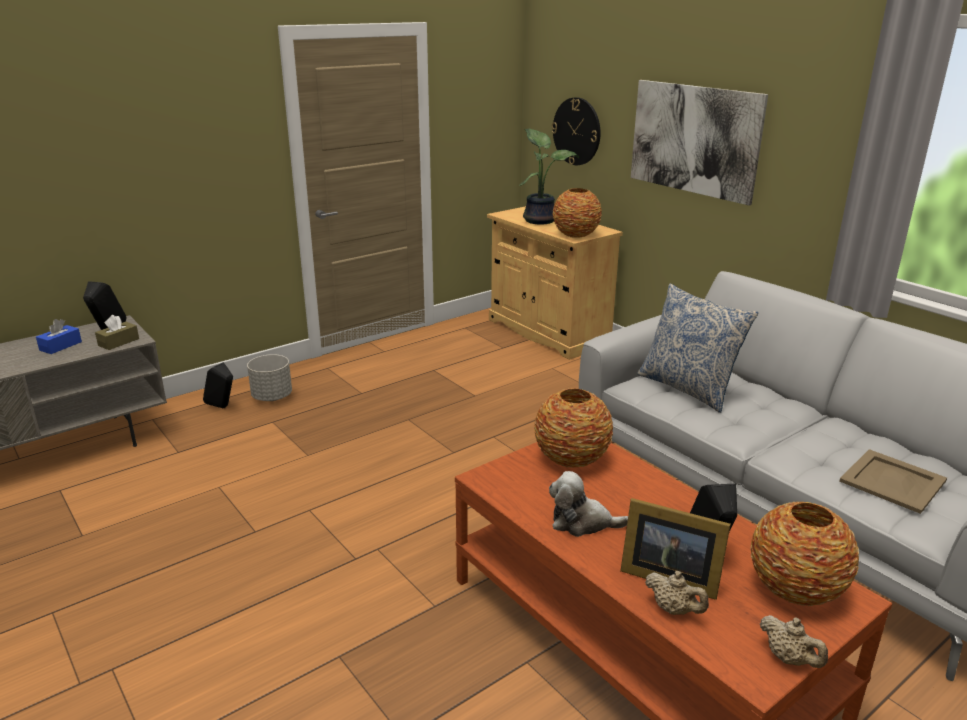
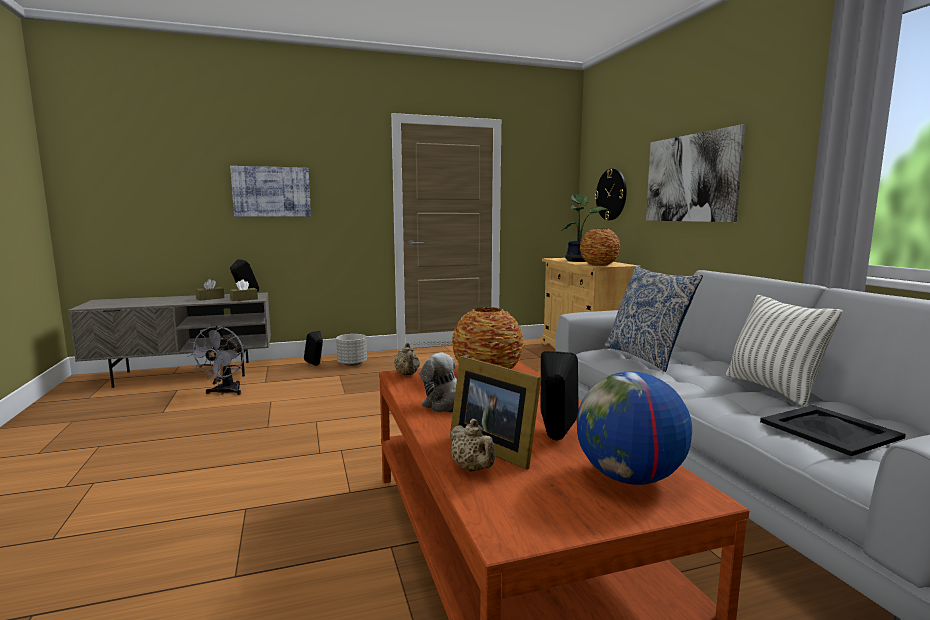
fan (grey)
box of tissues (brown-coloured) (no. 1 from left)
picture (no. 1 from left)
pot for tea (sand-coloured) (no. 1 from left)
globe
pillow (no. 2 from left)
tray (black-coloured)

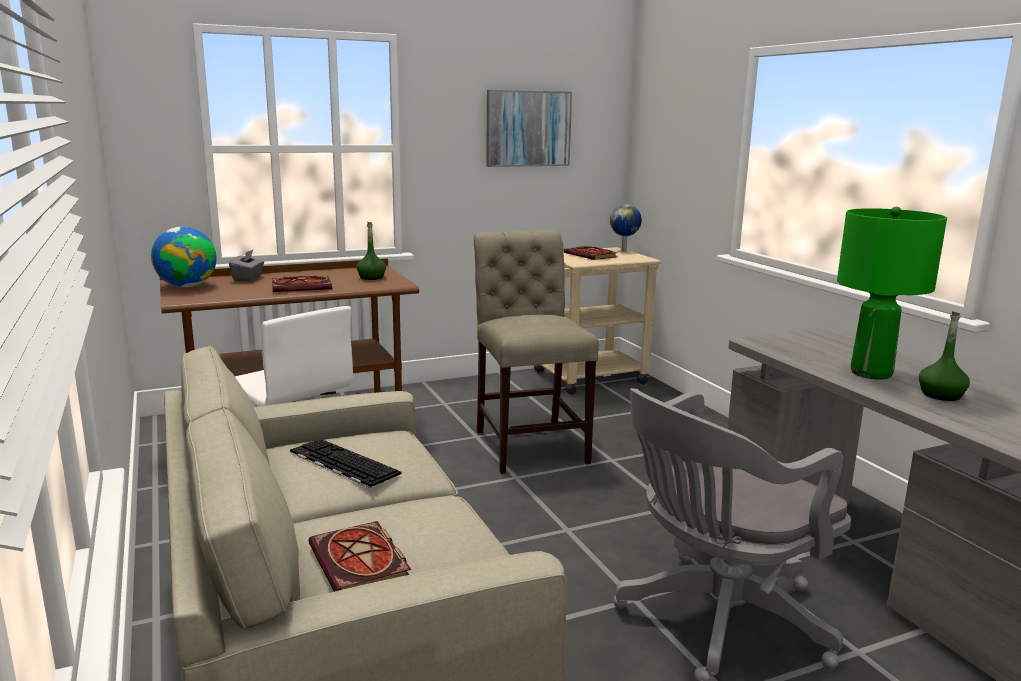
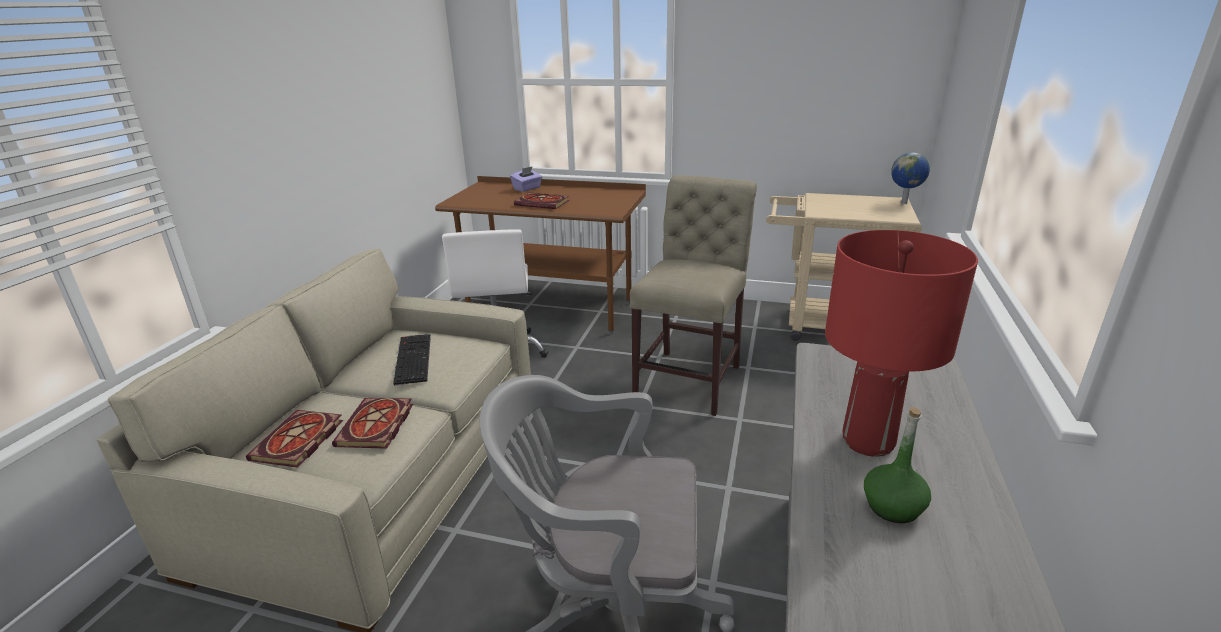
book (no. 2 from left)
box of tissues (purple-coloured)
table lamp (reddish)
globe (no. 1 from left in the first image)
drink bottle (green) (no. 1 from left in the first image)
picture

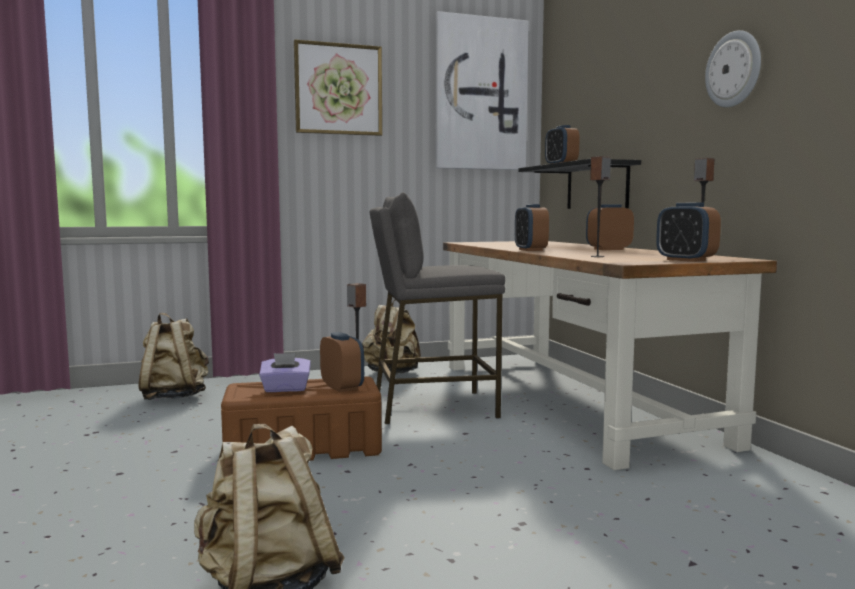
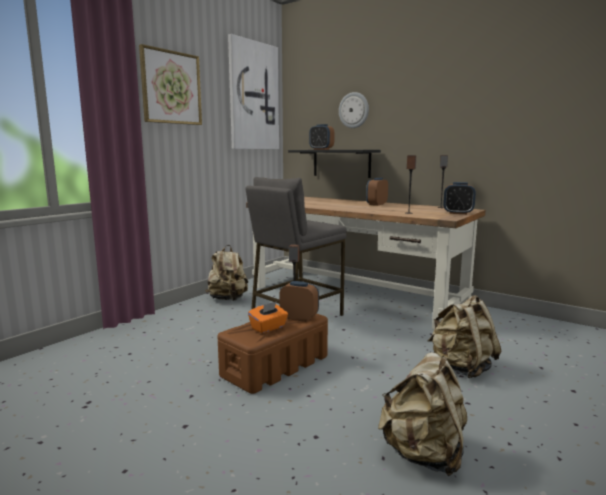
box of tissues (orange)
hanging clock
backpack (sand-coloured) (no. 3 from left)
bedside clock (no. 2 from left in the first image)

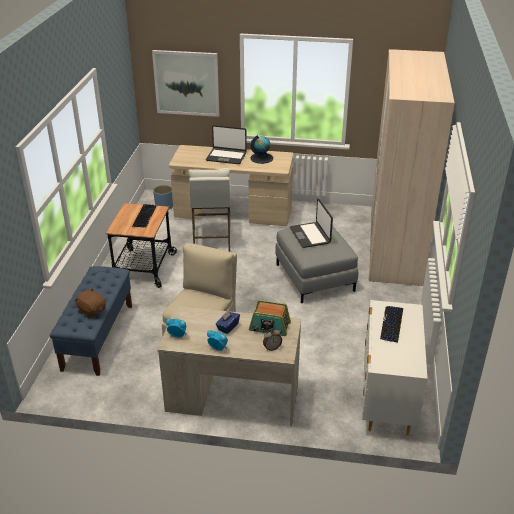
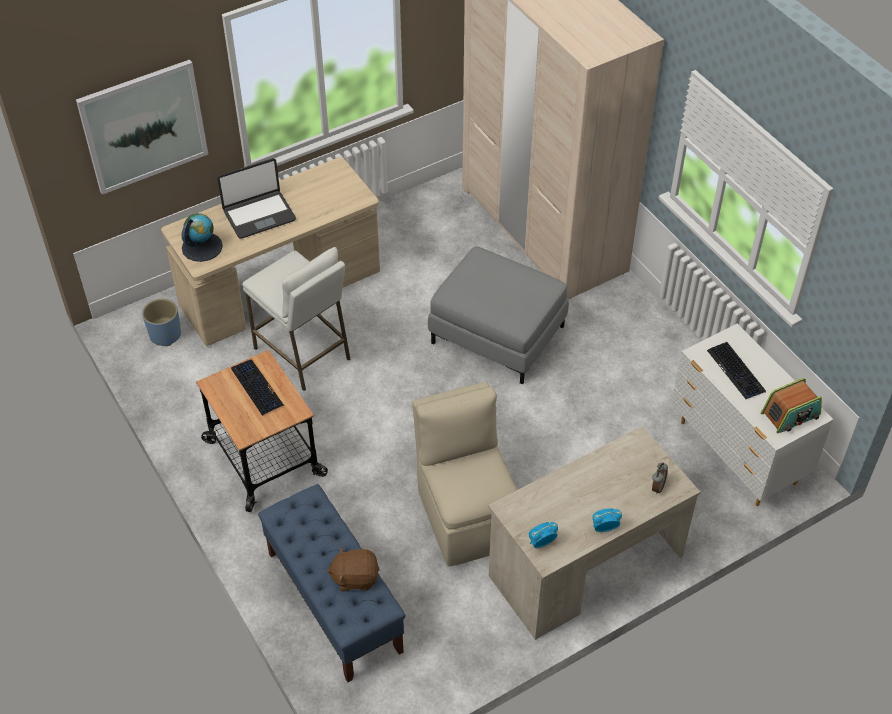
globe
radio
box of tissues (blue)
laptop (no. 2 from left in the first image)

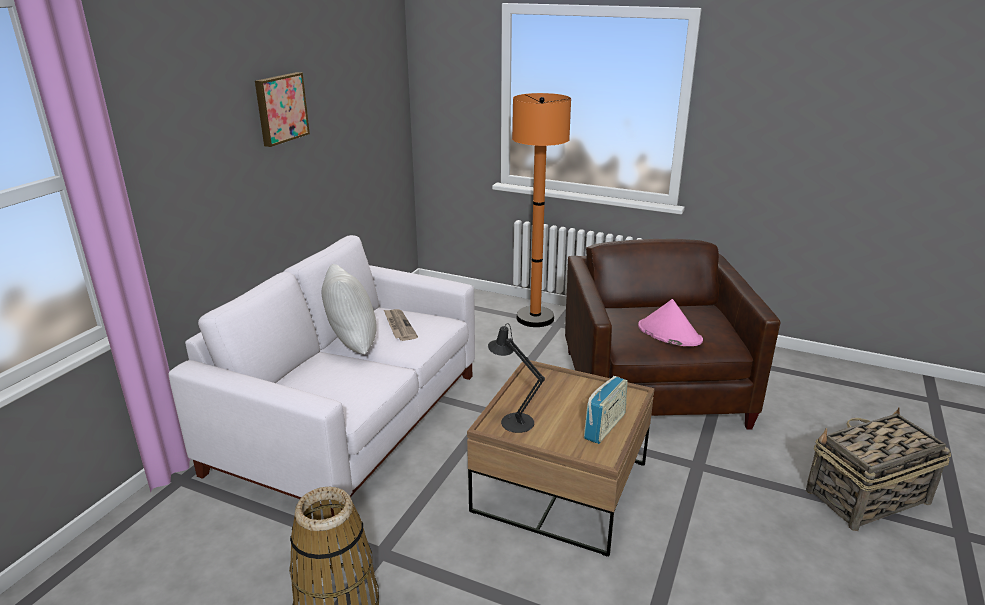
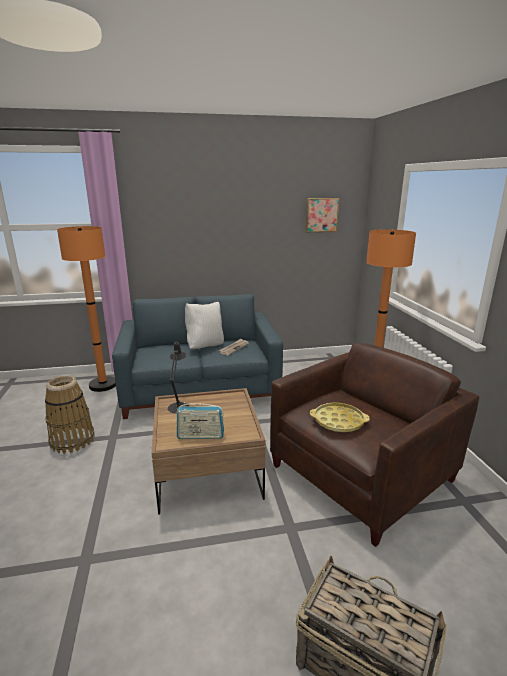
floor lamp (orange) (no. 1 from left)
sofa (blue)
picture
tray (yellow)

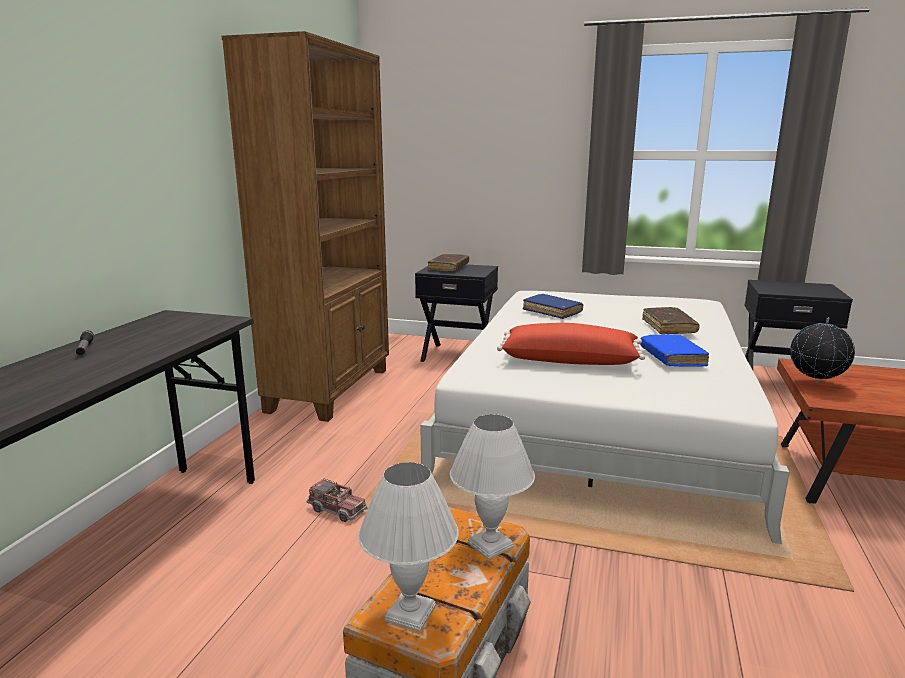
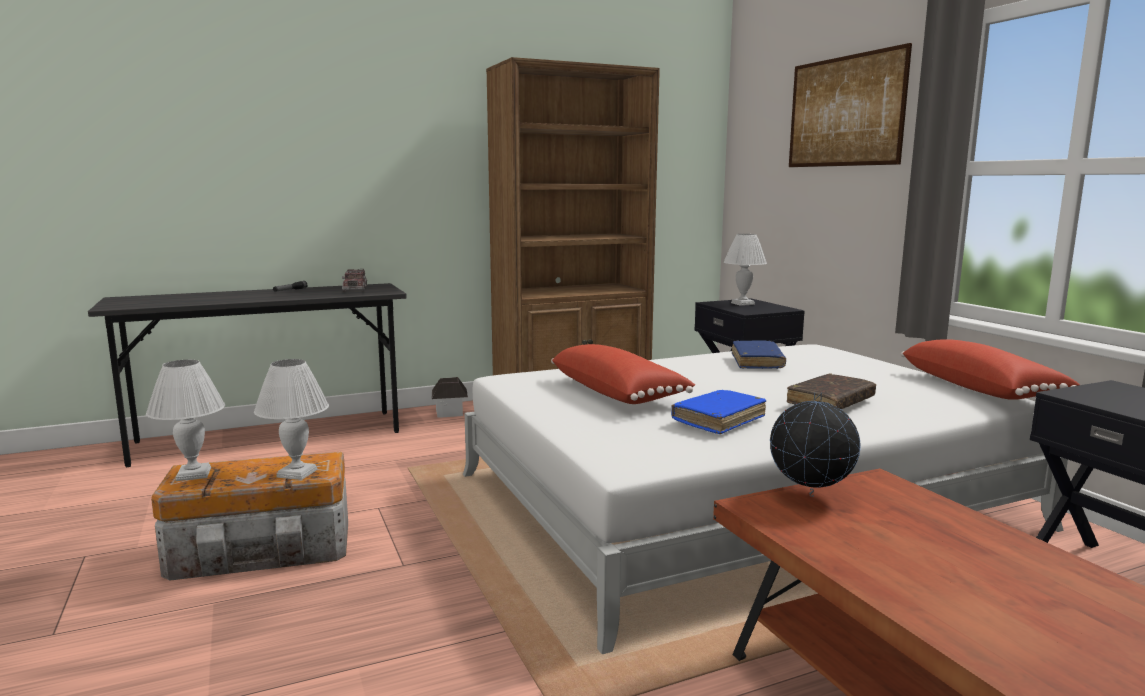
toy lorry
toy house
table lamp (whitish) (no. 3 from left)
picture
pillow (reddish) (no. 2 from left)

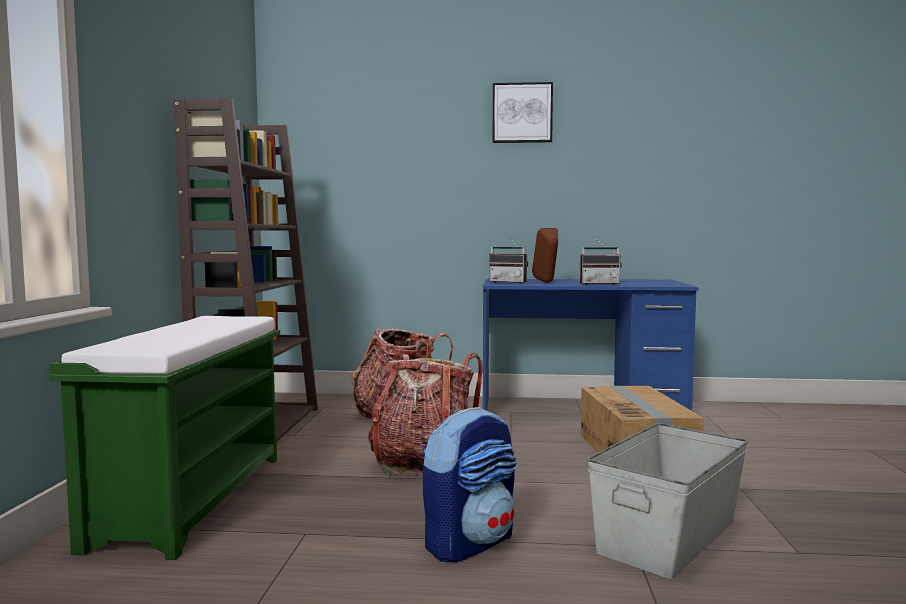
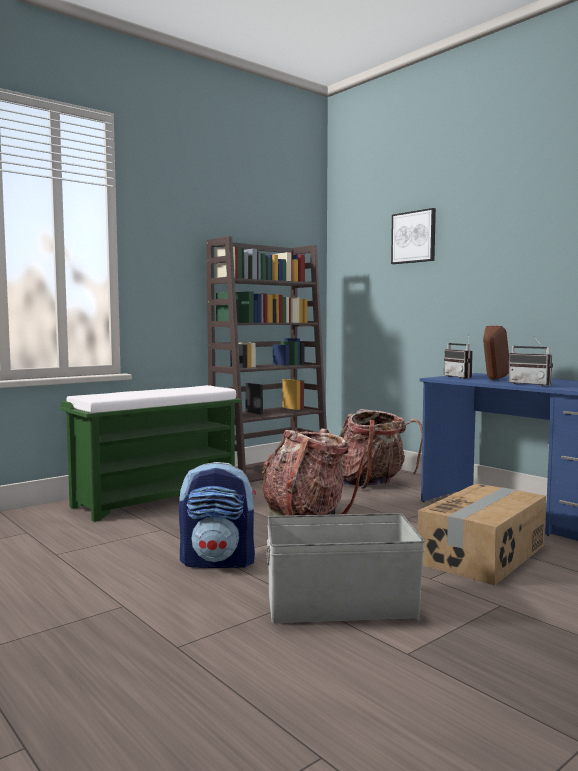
picture

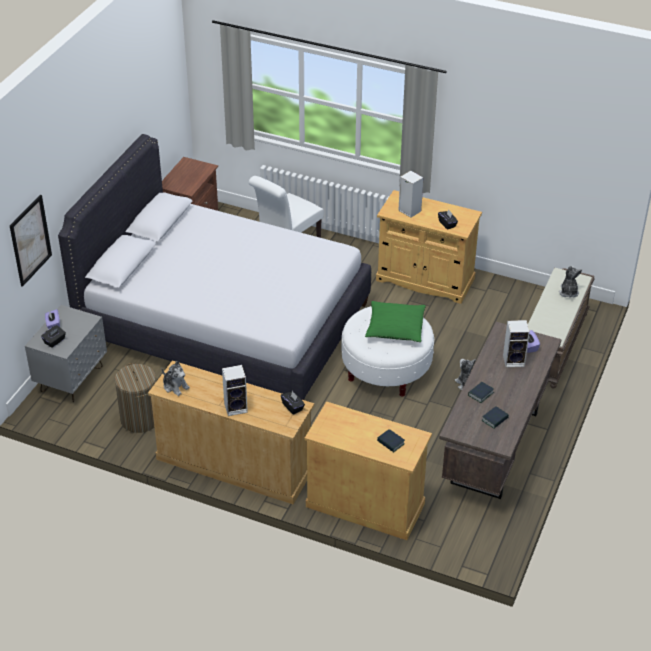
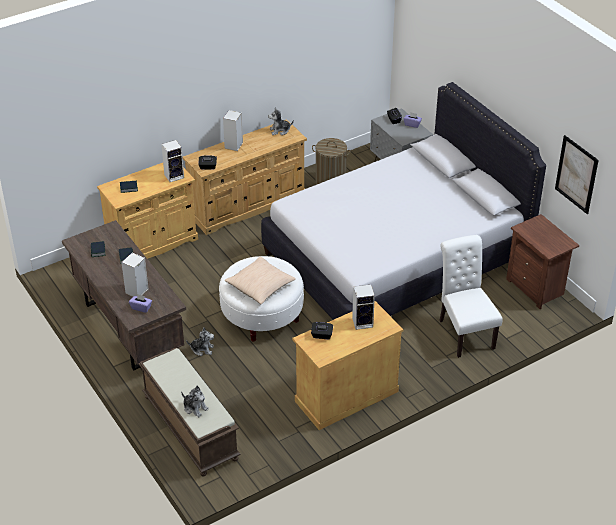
speaker (no. 2 from left)
pillow (sand-coloured)
picture

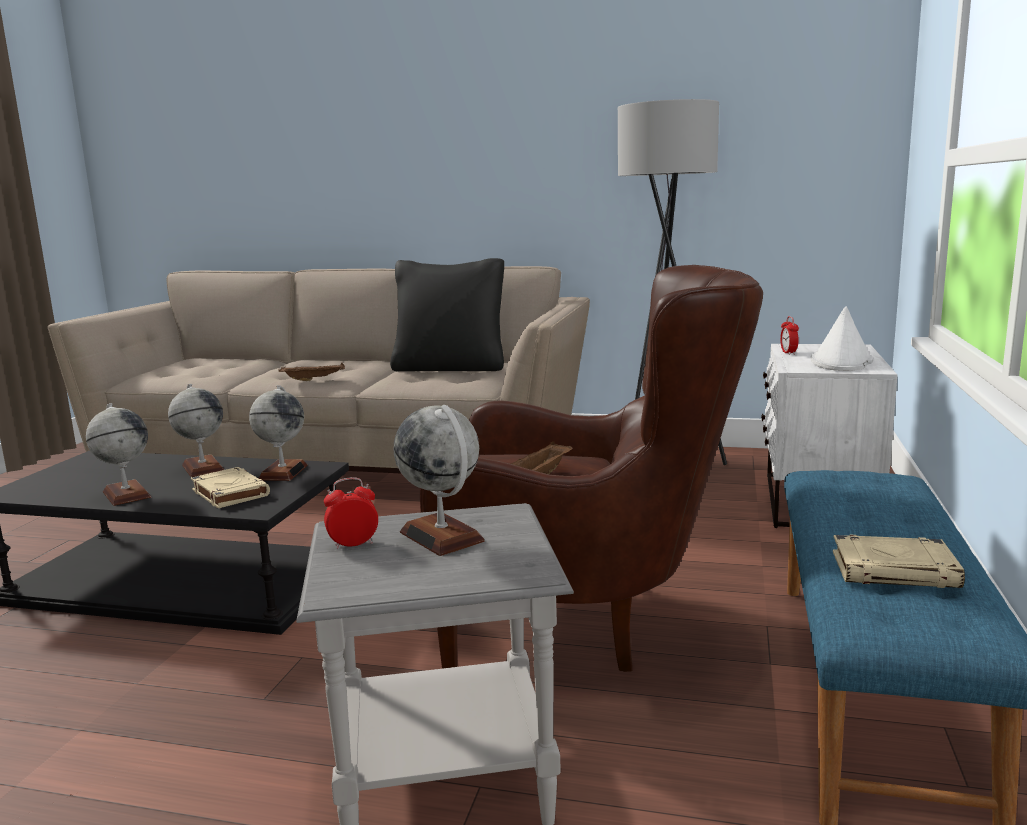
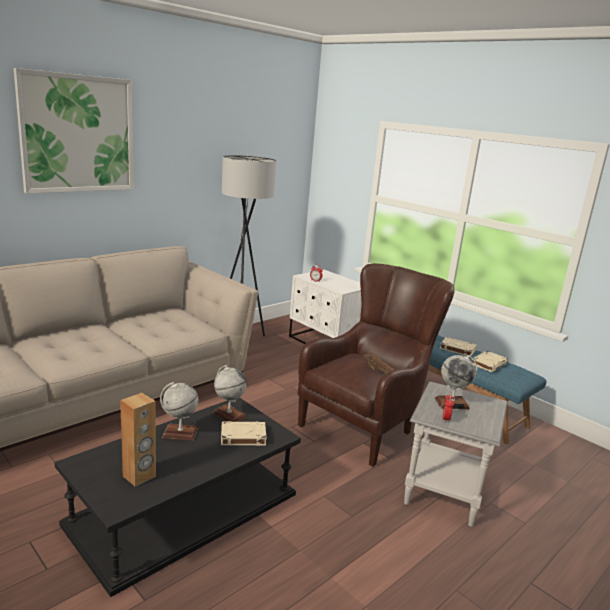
picture
speaker (brown-coloured)
book (sand-coloured) (no. 2 from left)
globe (no. 1 from left in the first image)
tray (brown-coloured) (no. 1 from left in the first image)
pillow (black-coloured)
wearable hat (whitish)

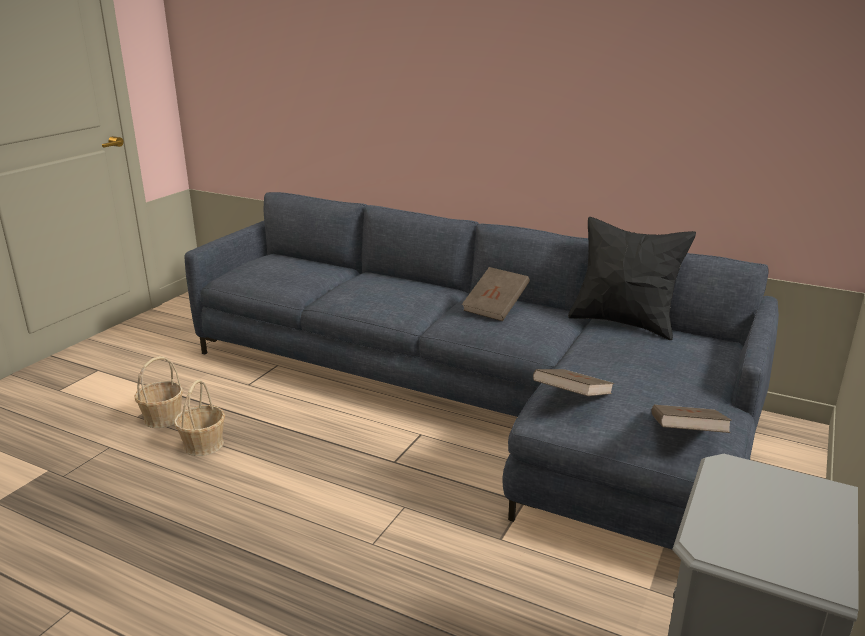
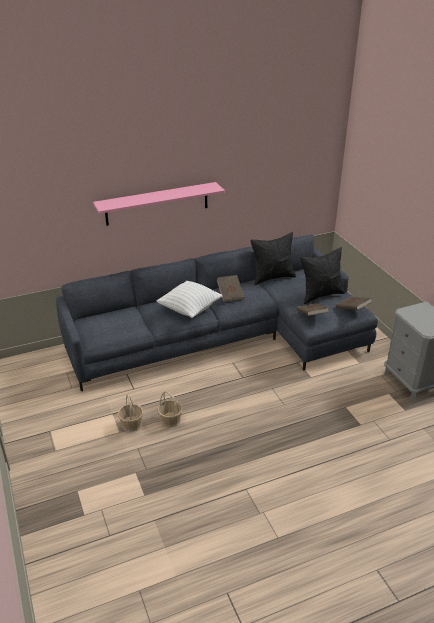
wall shelf (pink)
pillow (whitish)
pillow (black-coloured) (no. 2 from left)

